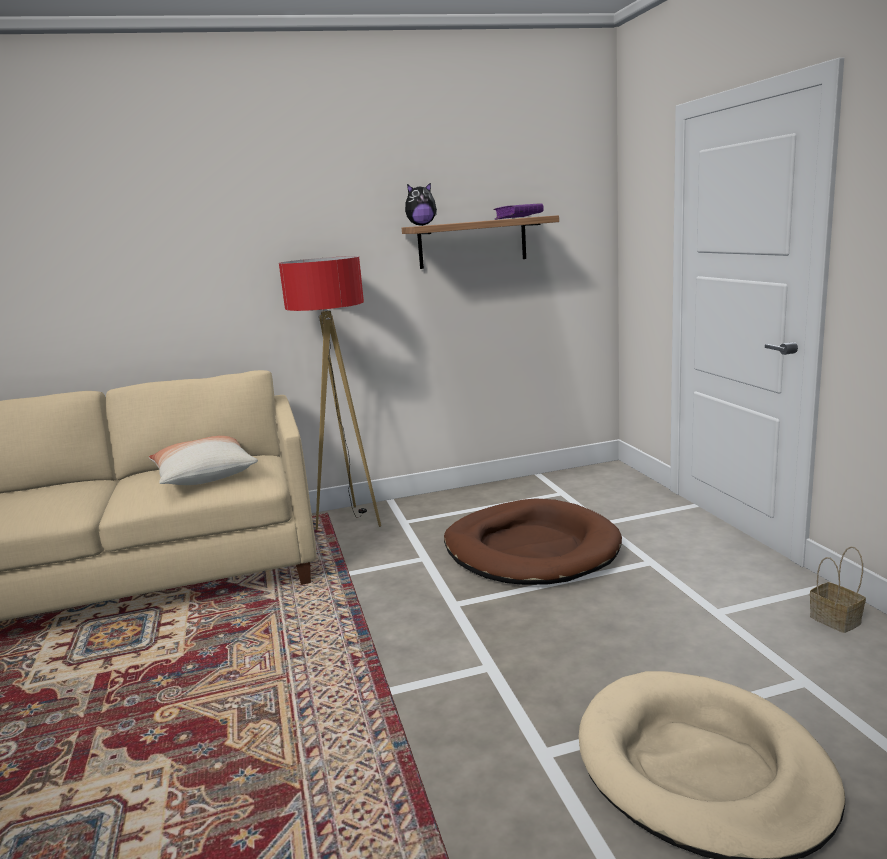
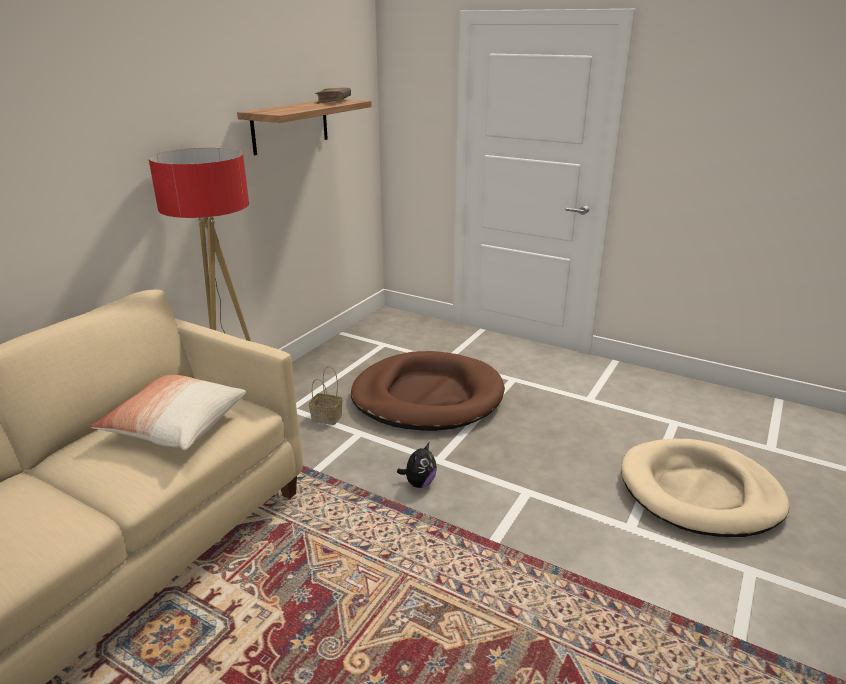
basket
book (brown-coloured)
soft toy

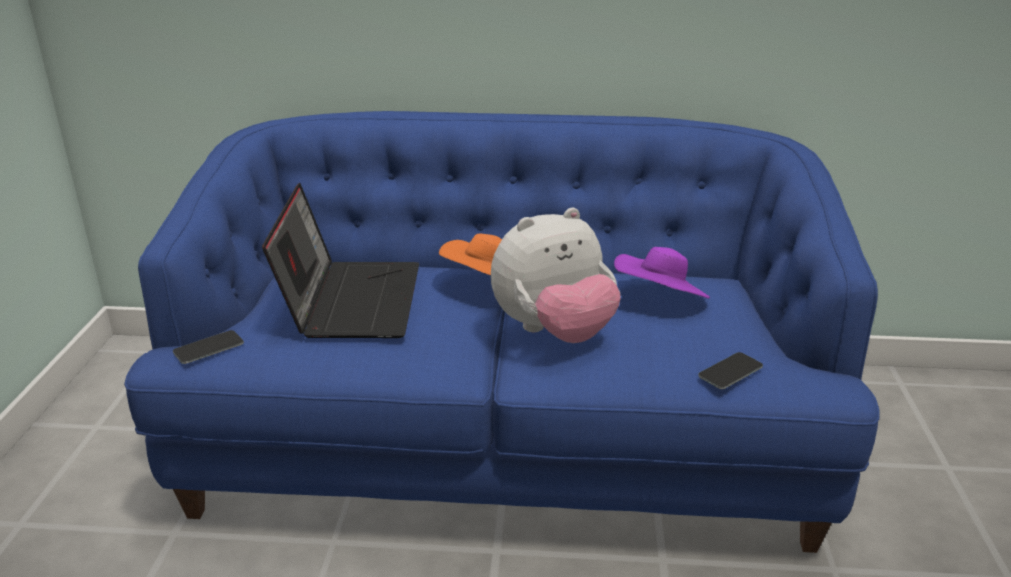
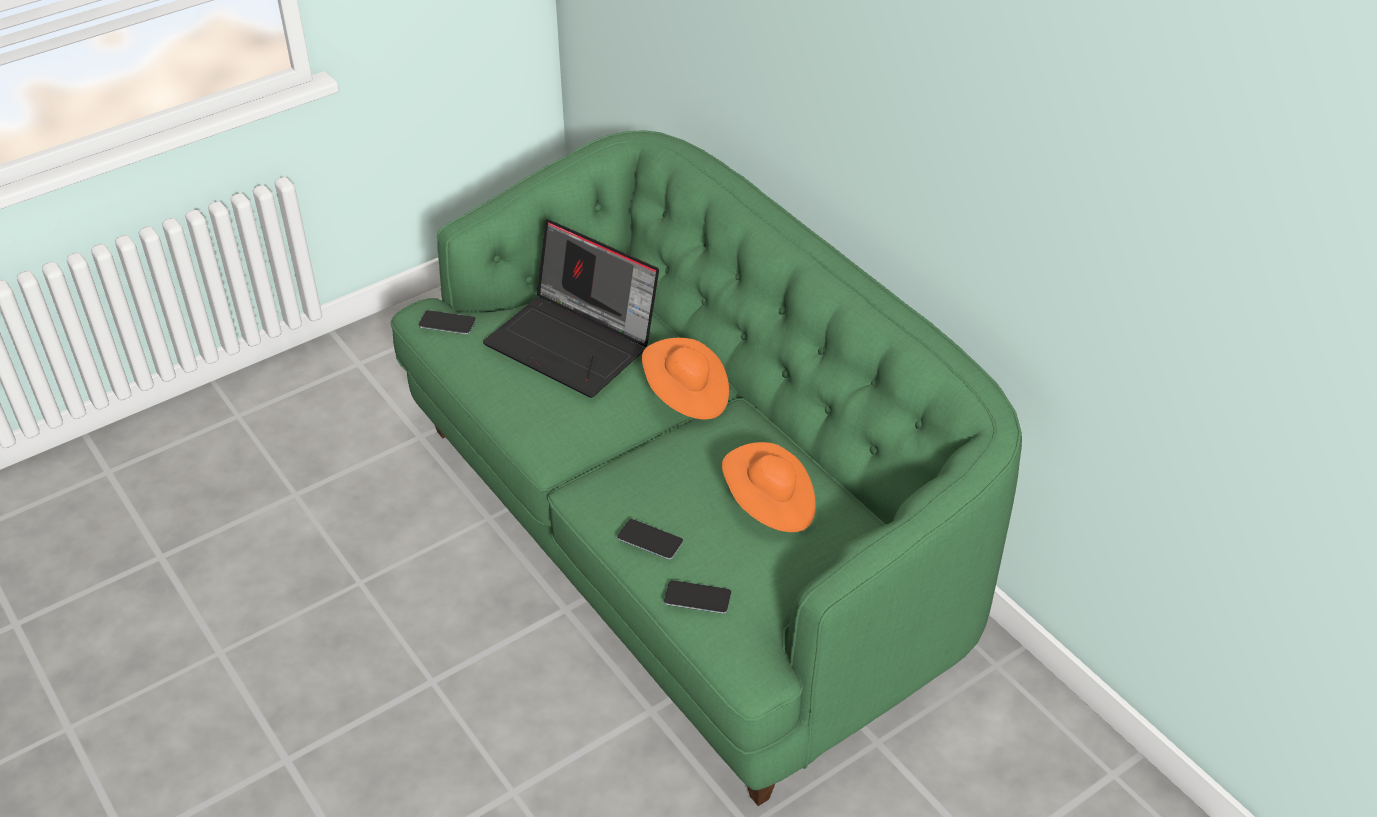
sofa (green)
laptop
phone (no. 2 from left)
wearable hat (orange) (no. 2 from left)
soft toy

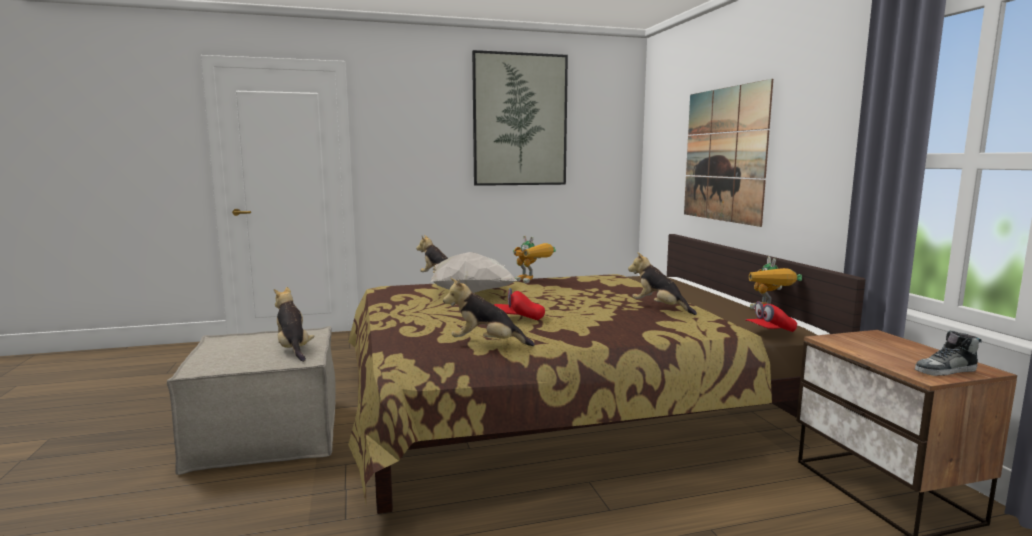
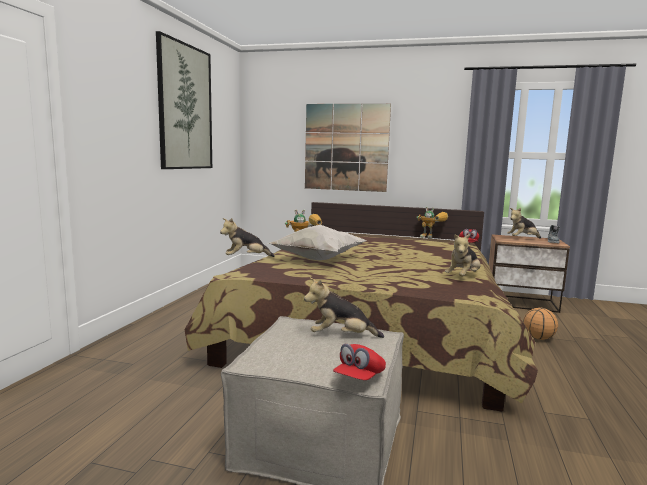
baseball cap (reddish) (no. 1 from left)
soft toy (no. 4 from left)
ball for basketball

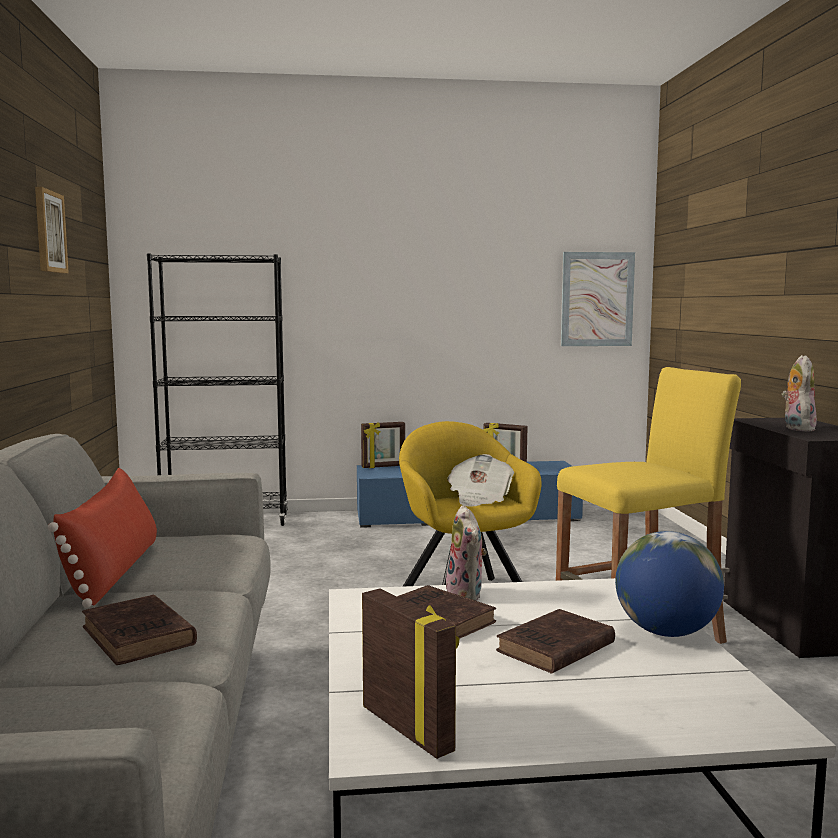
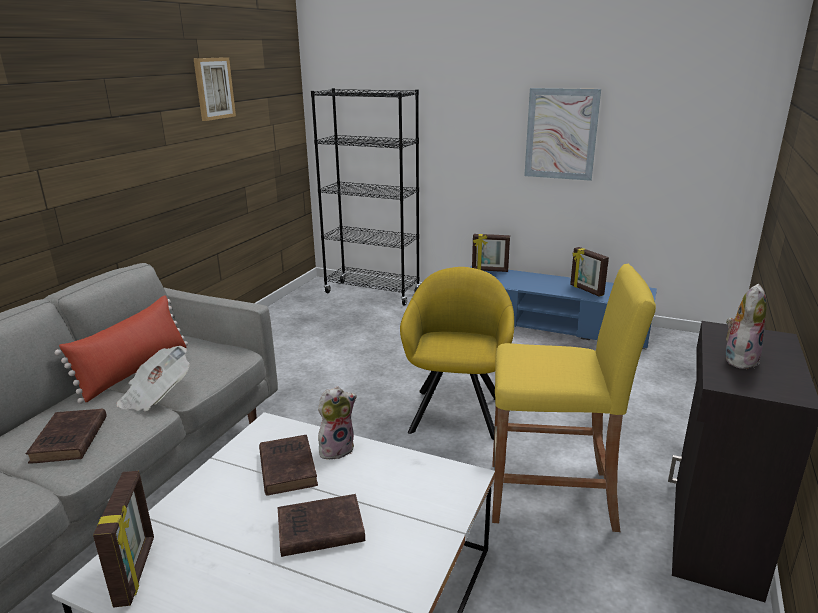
daily paper
soft toy (no. 1 from left)
picture (no. 2 from left)
globe

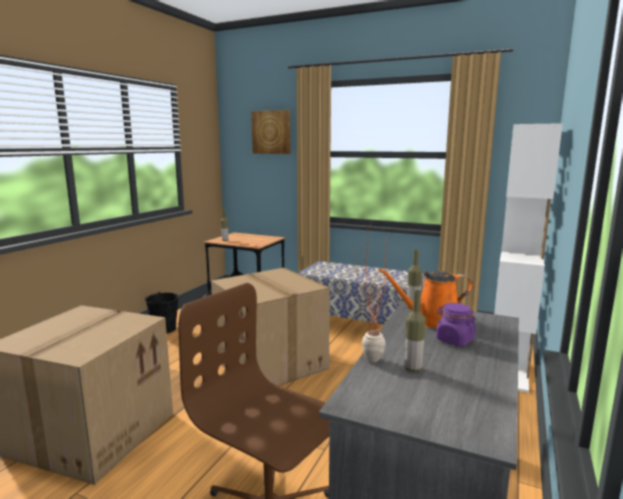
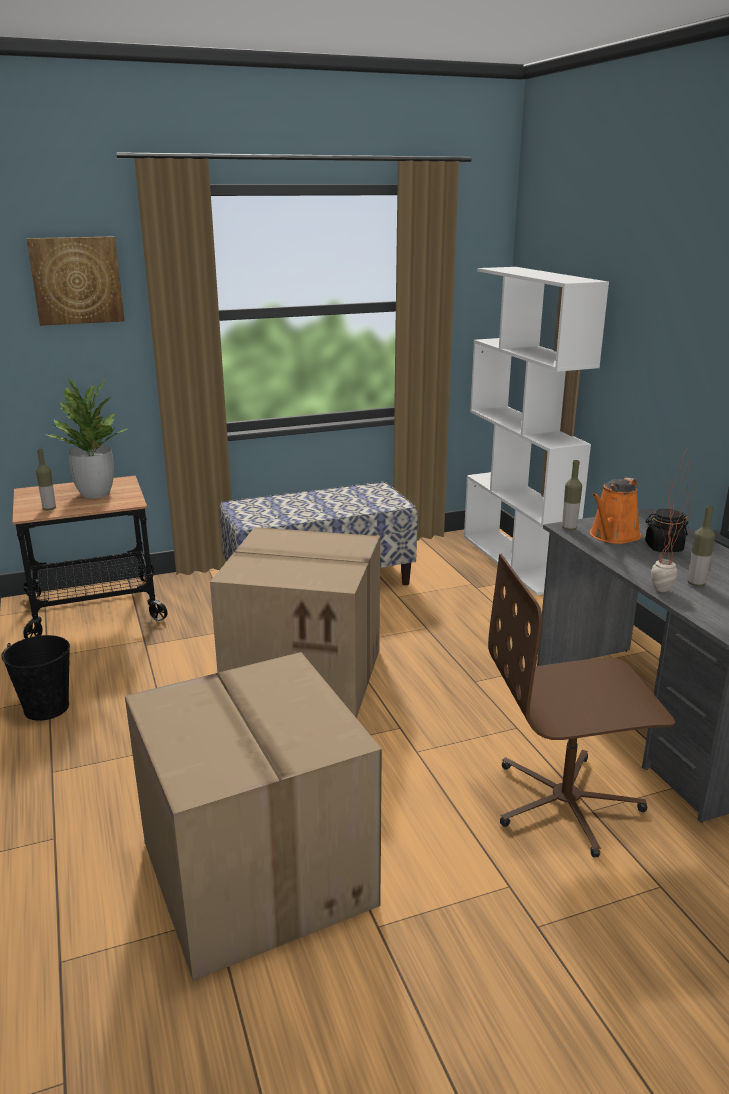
houseplant (no. 1 from left)
storage jar (black-coloured)

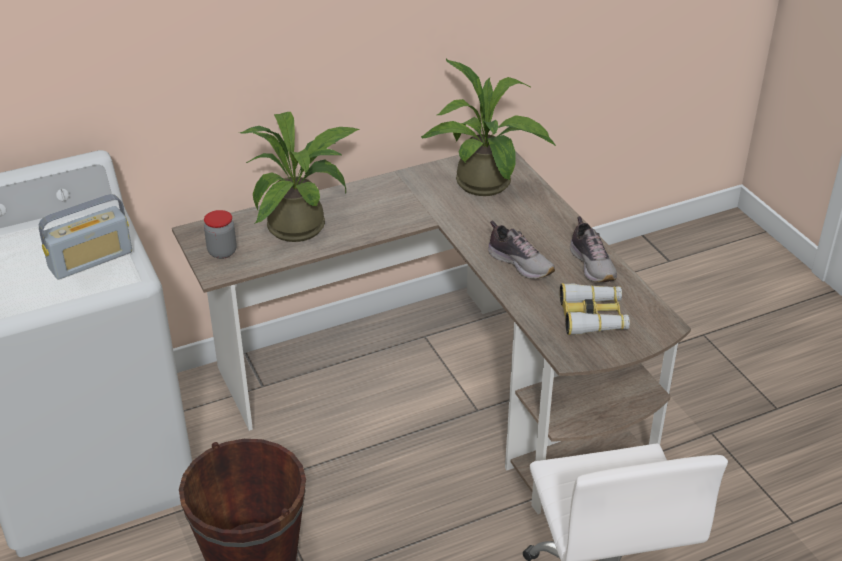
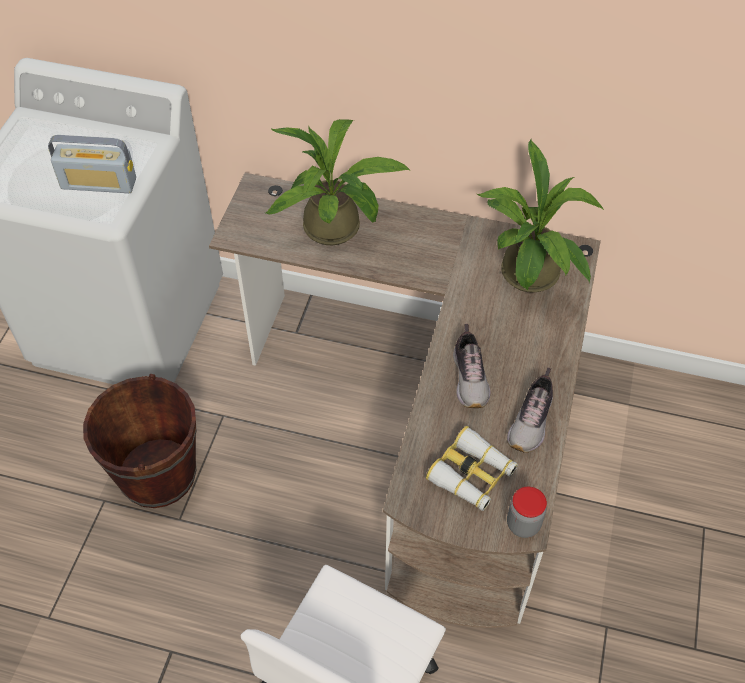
storage jar

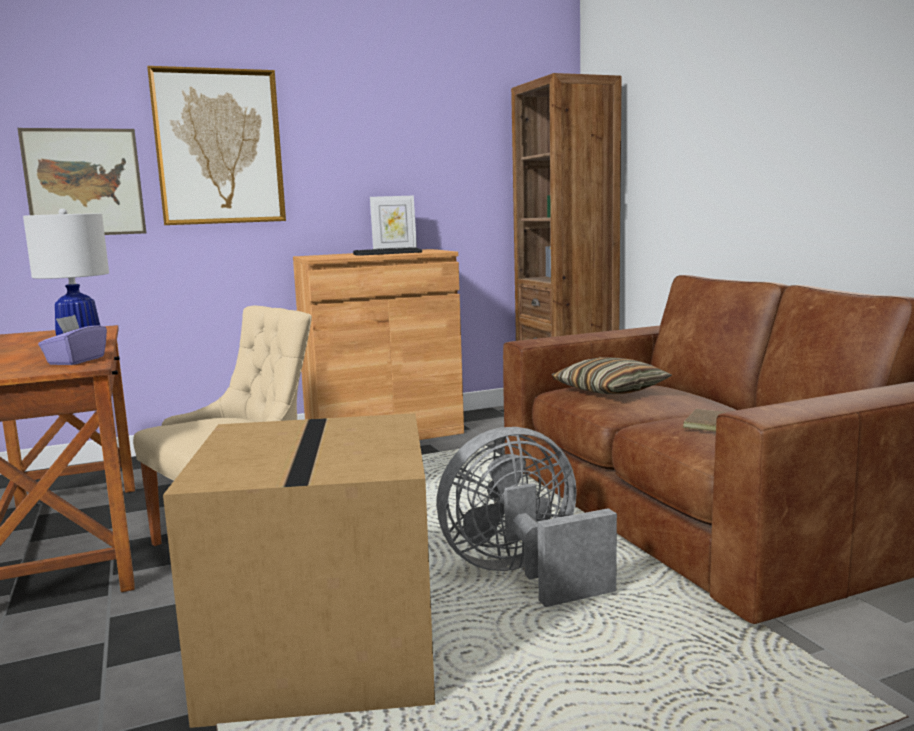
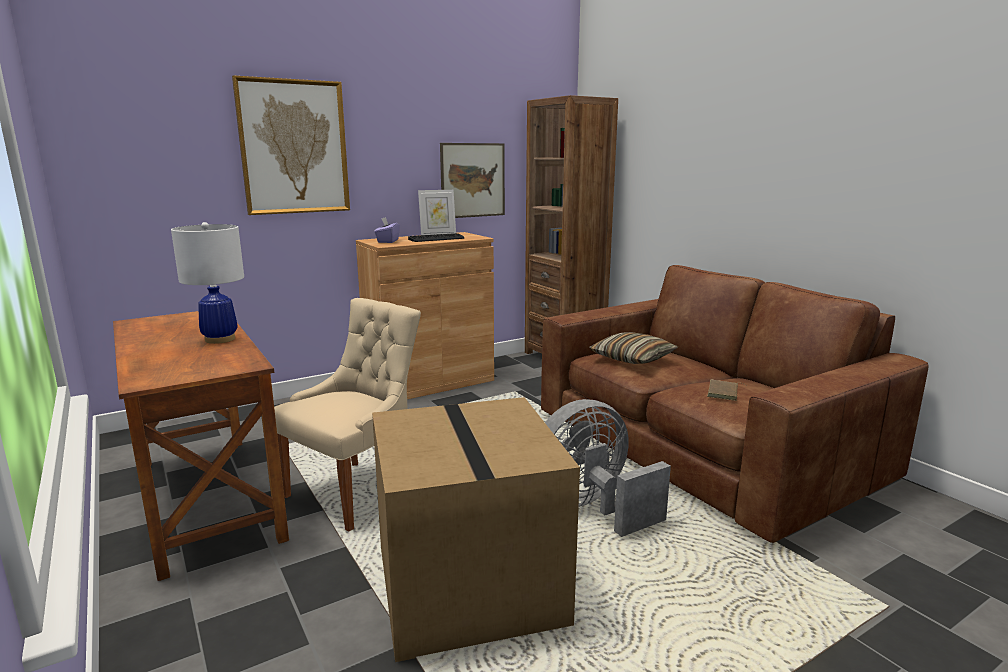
box of tissues (purple-coloured)
picture (no. 2 from left)

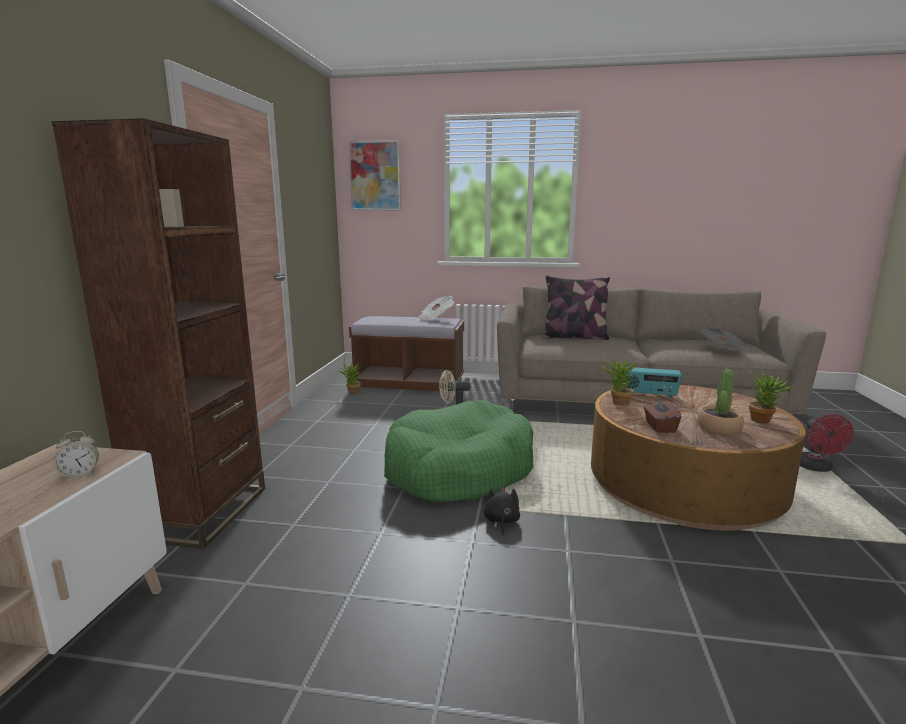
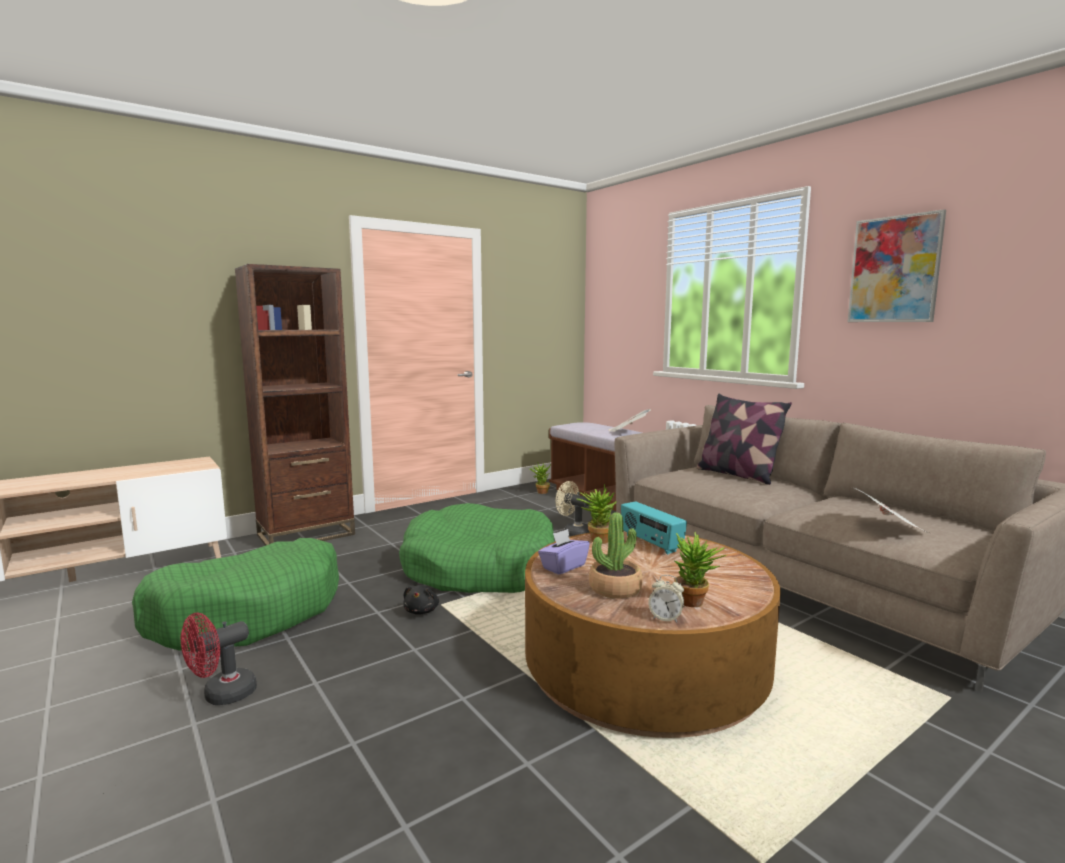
dog bed (green) (no. 1 from left)
fan (reddish)
soft toy (black-coloured)
box of tissues (purple-coloured)
bedside clock
picture

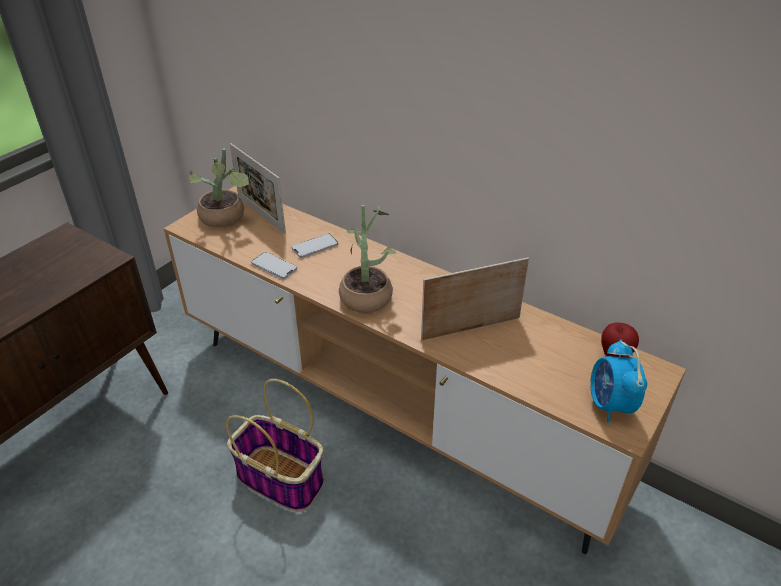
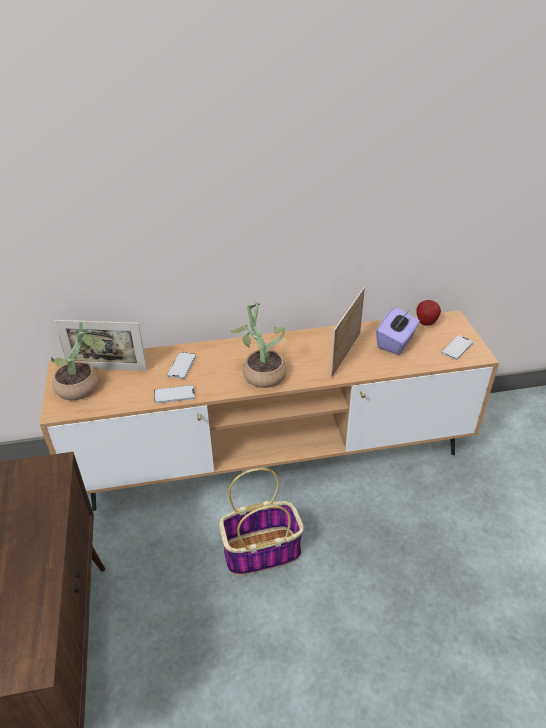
box of tissues (purple-coloured)
phone (no. 3 from left)

